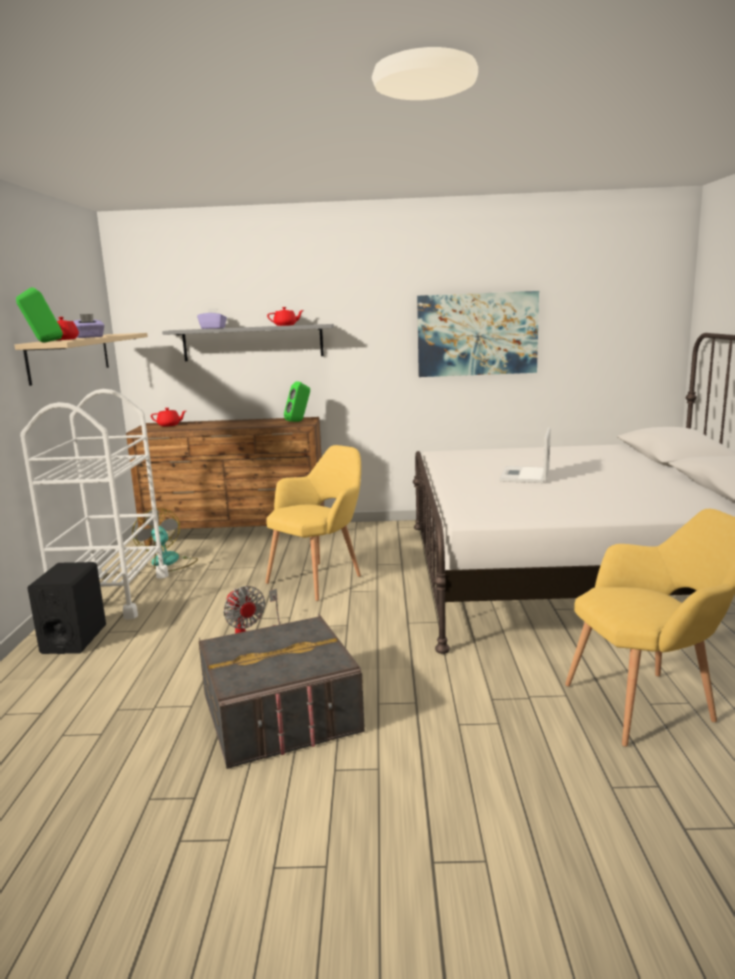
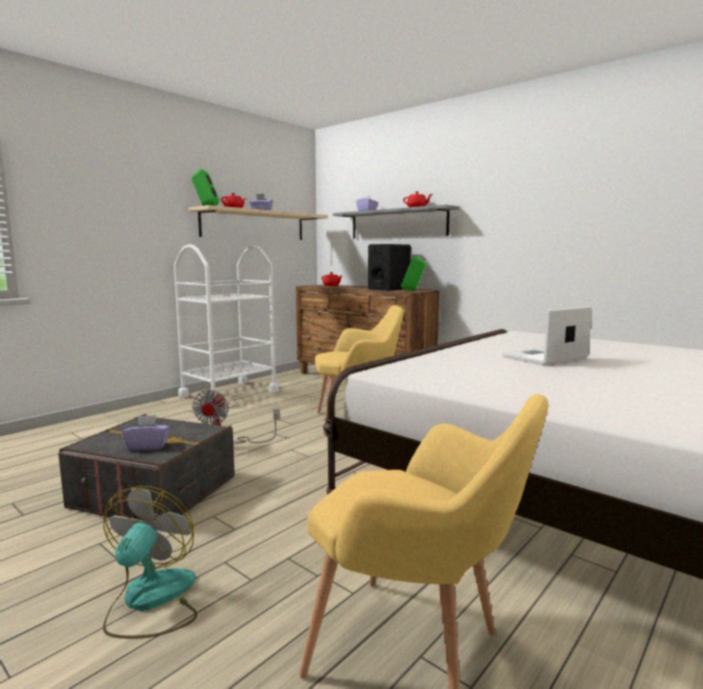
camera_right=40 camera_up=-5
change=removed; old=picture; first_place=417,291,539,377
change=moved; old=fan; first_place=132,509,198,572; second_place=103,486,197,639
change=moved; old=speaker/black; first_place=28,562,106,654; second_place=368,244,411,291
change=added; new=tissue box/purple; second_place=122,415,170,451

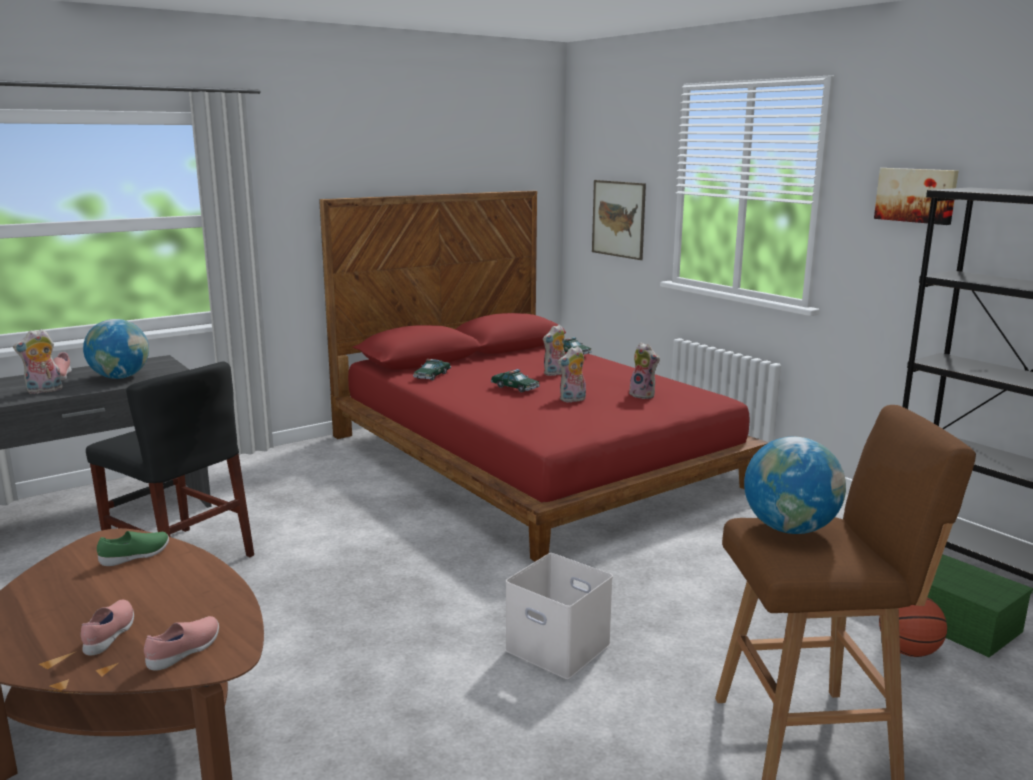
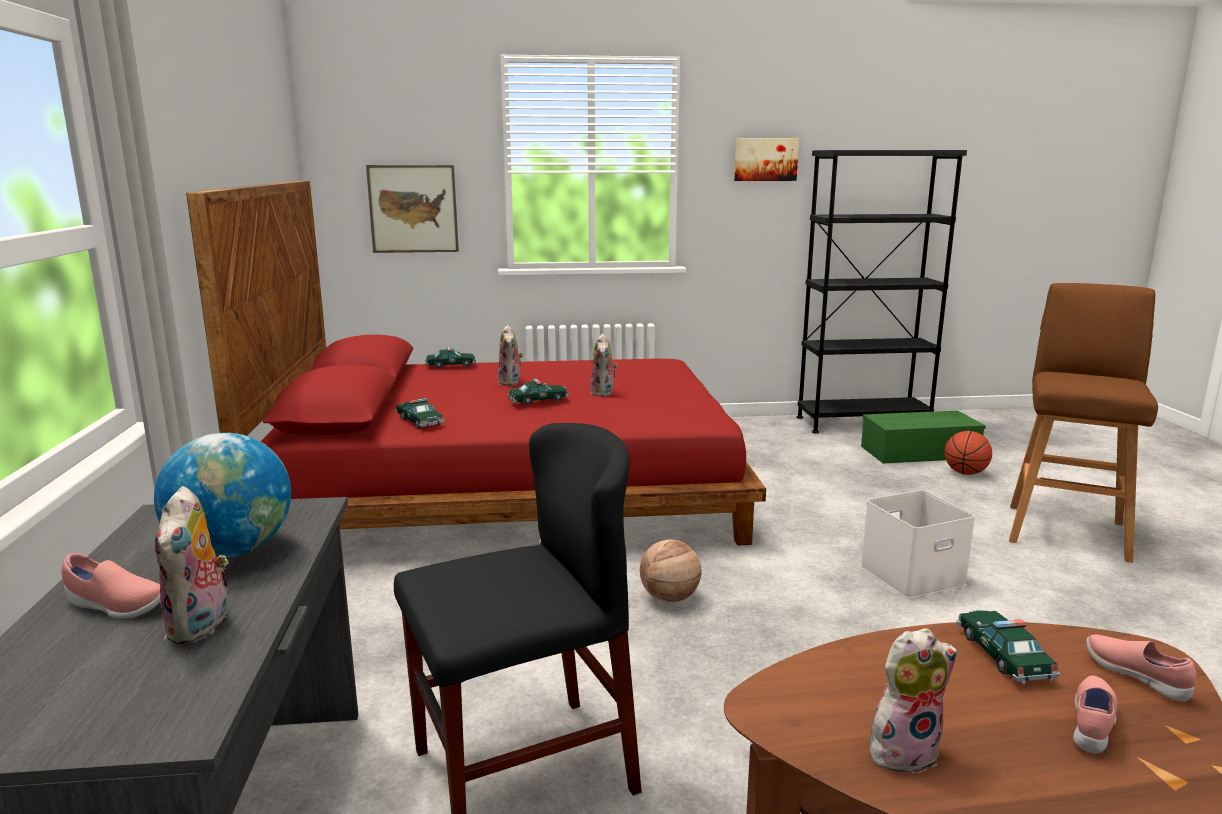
camera_right=-60 camera_up=0
change=moved; old=plush toy; first_place=629,342,660,399; second_place=870,628,958,777
change=removed; old=globe; first_place=744,437,846,534
change=removed; old=shoe/green; first_place=97,531,169,566
change=turned; old=shoe/pink; first_place=81,600,134,655; second_place=1073,675,1118,753; degrees=90
change=added; new=basketball; second_place=640,540,701,602
change=added; new=toy car; second_place=956,610,1059,684

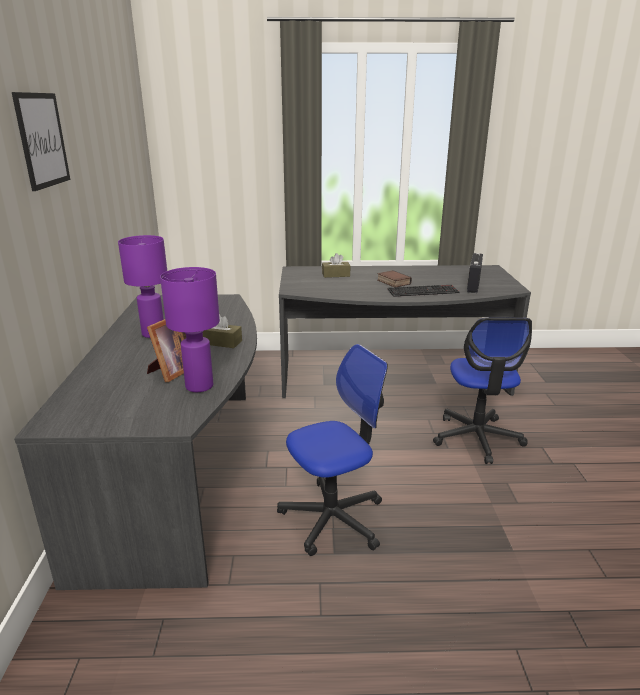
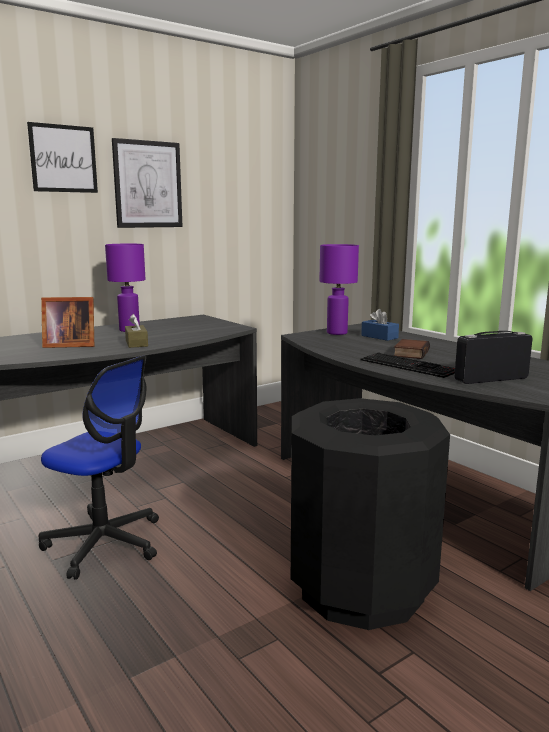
camera_right=55 camera_up=-10
change=recoloured; old=tissue box/brown; new=tissue box/blue; first_place=322,253,350,278; second_place=361,309,399,341
change=moved; old=table lamp/purple; first_place=160,267,220,392; second_place=319,244,359,335
change=replaced; old=office chair; new=trash can/black; first_place=433,318,532,464; second_place=291,398,450,630
change=added; new=picture; second_place=112,138,183,228

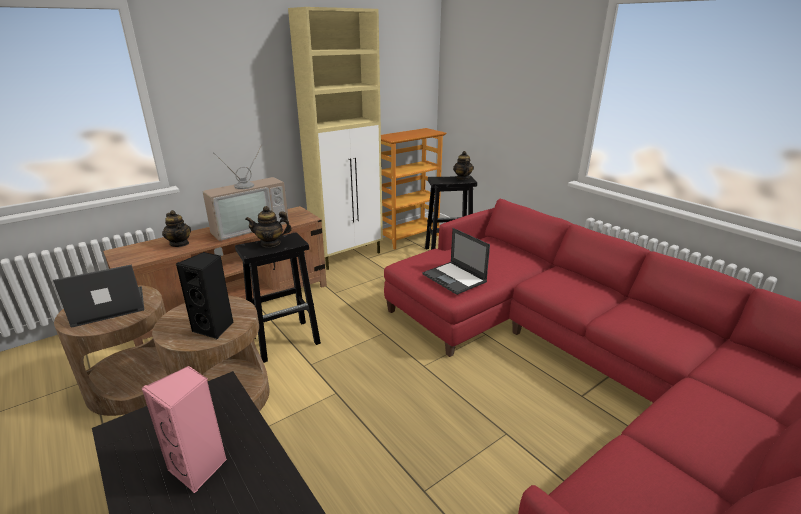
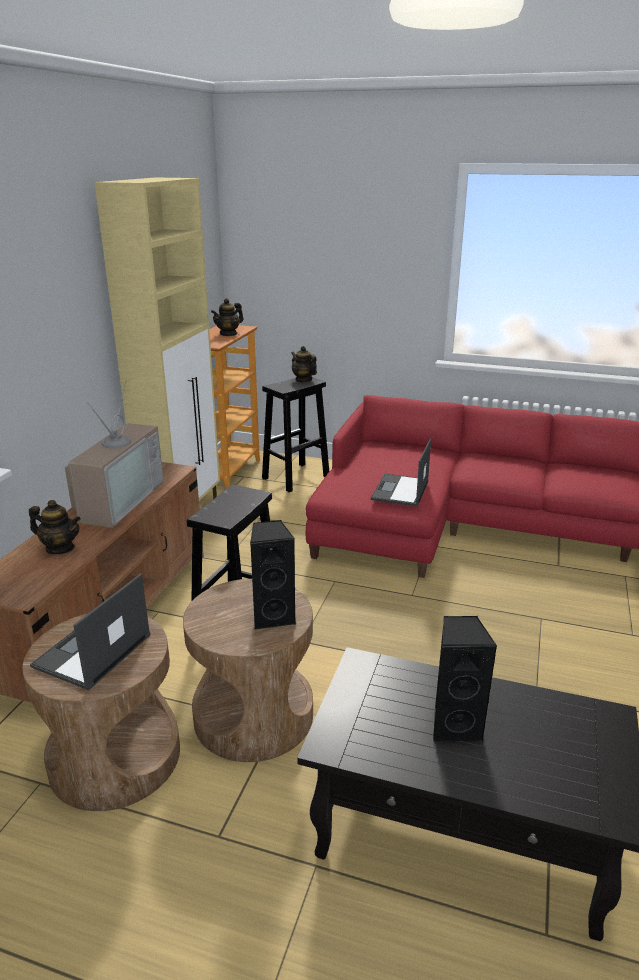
camera_right=-35 camera_up=0
change=moved; old=teapot; first_place=245,206,292,247; second_place=211,298,244,336
change=turned; old=laptop; first_place=423,228,490,295; second_place=371,438,431,507; degrees=90
change=recoloured; old=speaker/pink; new=speaker/black; first_place=141,366,227,493; second_place=433,616,497,742

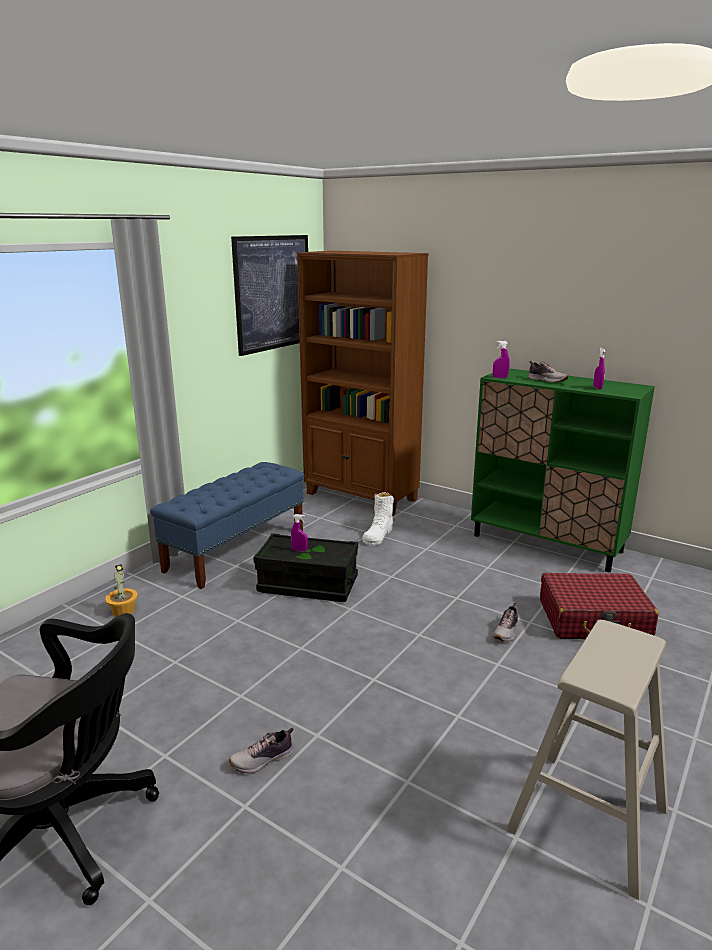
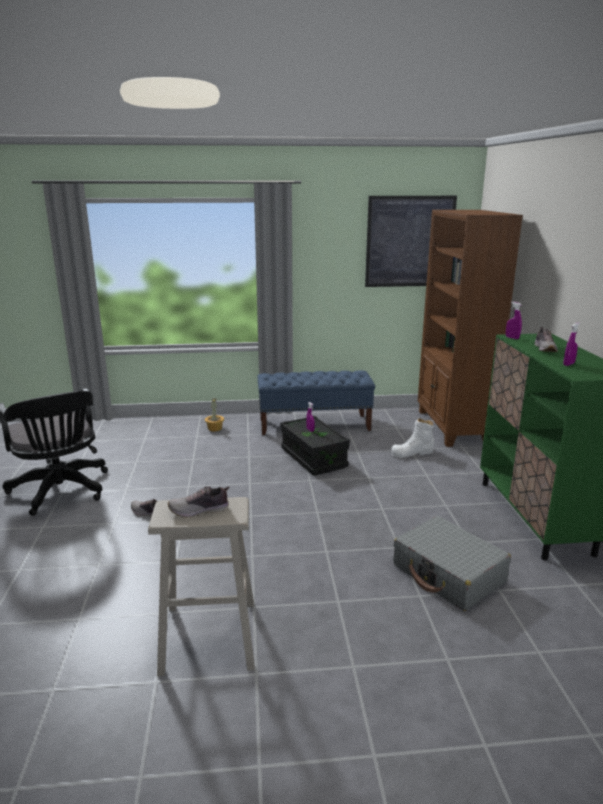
camera_right=50 camera_up=0
change=recoloured; old=suitcase/red; new=suitcase/grey; first_place=540,573,659,639; second_place=393,516,511,611
change=moved; old=shoe; first_place=492,603,518,642; second_place=168,486,229,518

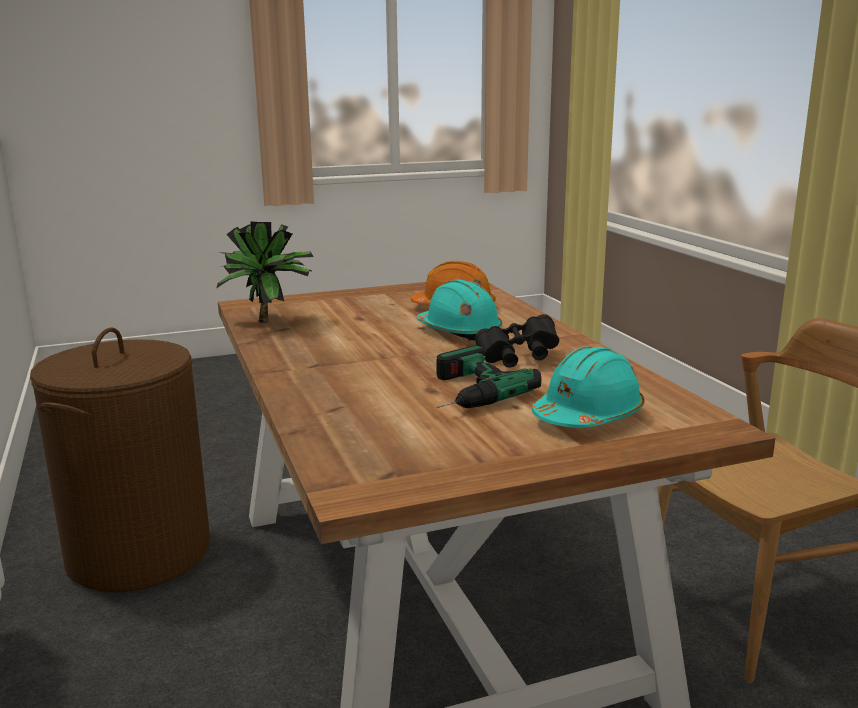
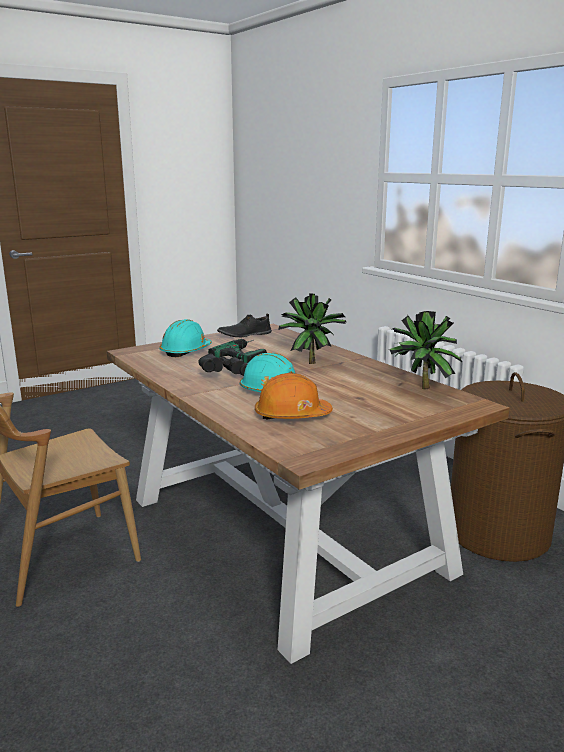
camera_right=165 camera_up=0
change=added; new=potted plant; second_place=278,293,346,364
change=added; new=shoe/black; second_place=217,314,272,337

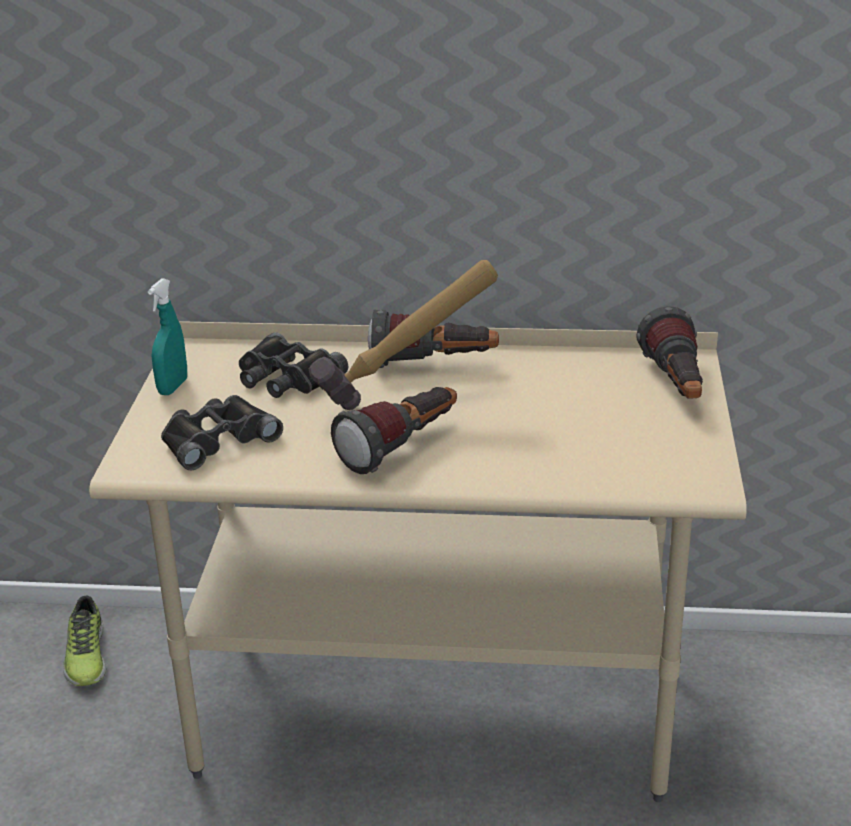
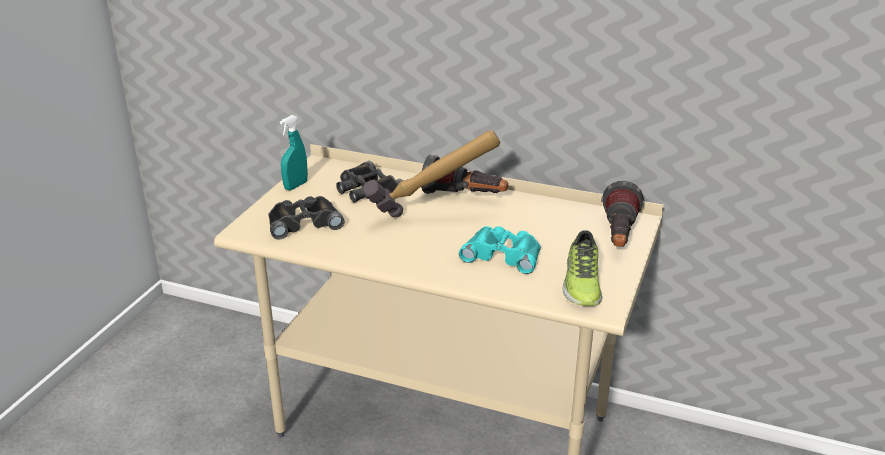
camera_right=15 camera_up=0
change=removed; old=flashlight; first_place=331,387,457,474
change=moved; old=shoe; first_place=63,595,106,686; second_place=562,230,602,306
change=added; new=binoculars/turquoise; second_place=459,226,541,274

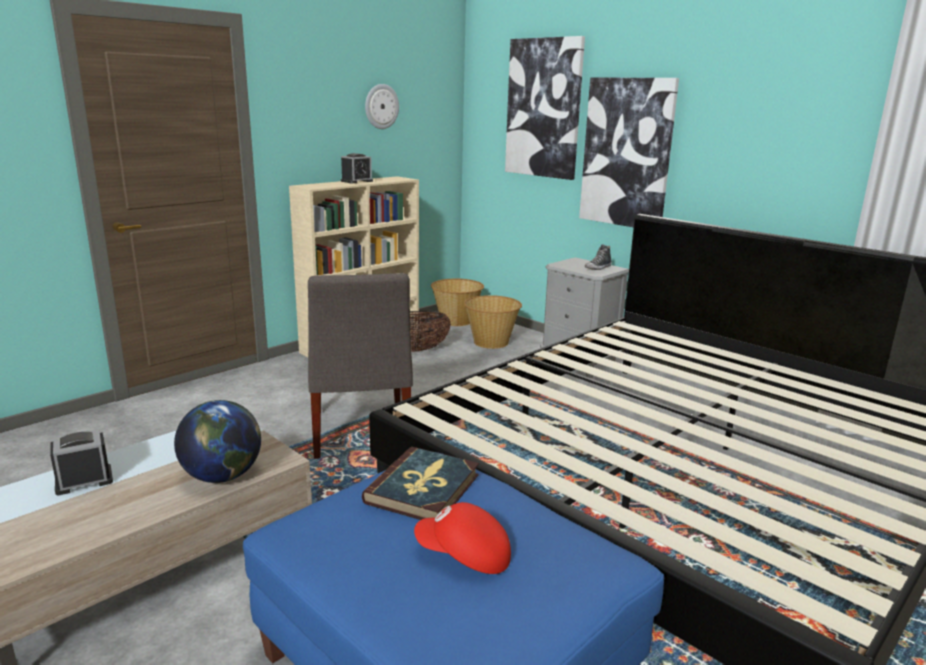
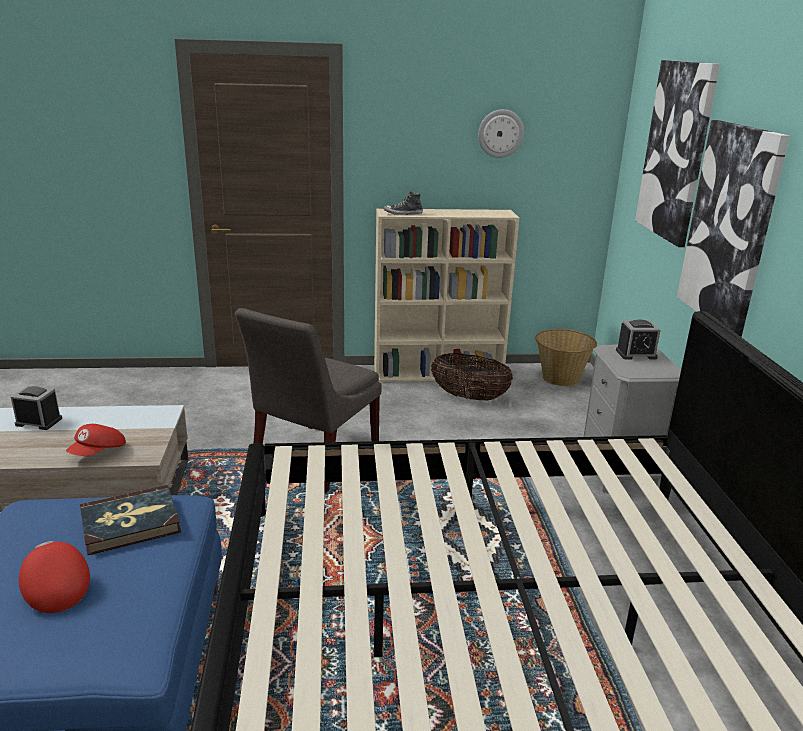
camera_right=40 camera_up=5
change=moved; old=alarm clock; first_place=341,153,373,183; second_place=616,320,660,359
change=moved; old=shoe; first_place=585,244,612,270; second_place=384,190,423,215
change=removed; old=basket; first_place=464,295,522,349
change=replaced; old=globe; new=cap/red; first_place=174,400,261,483; second_place=66,424,126,456

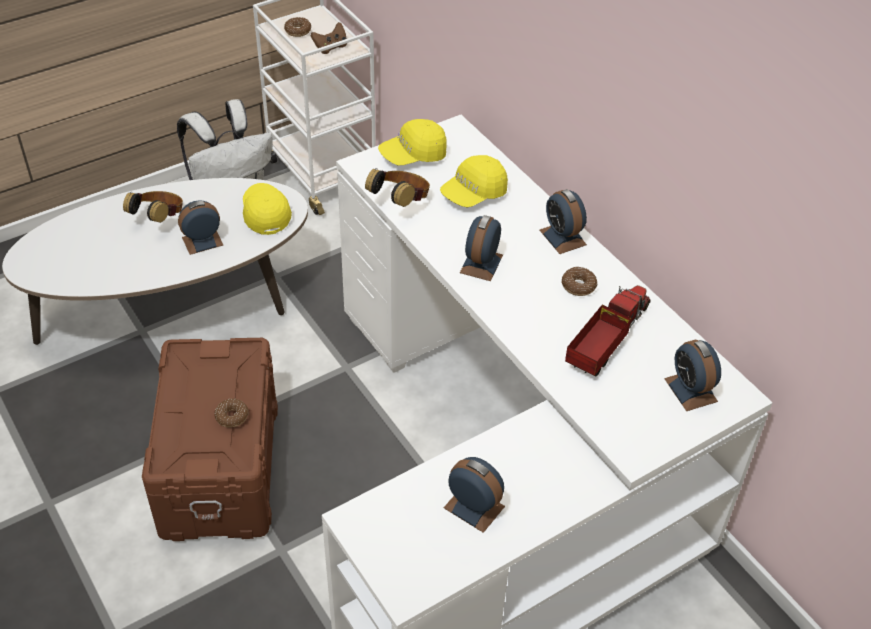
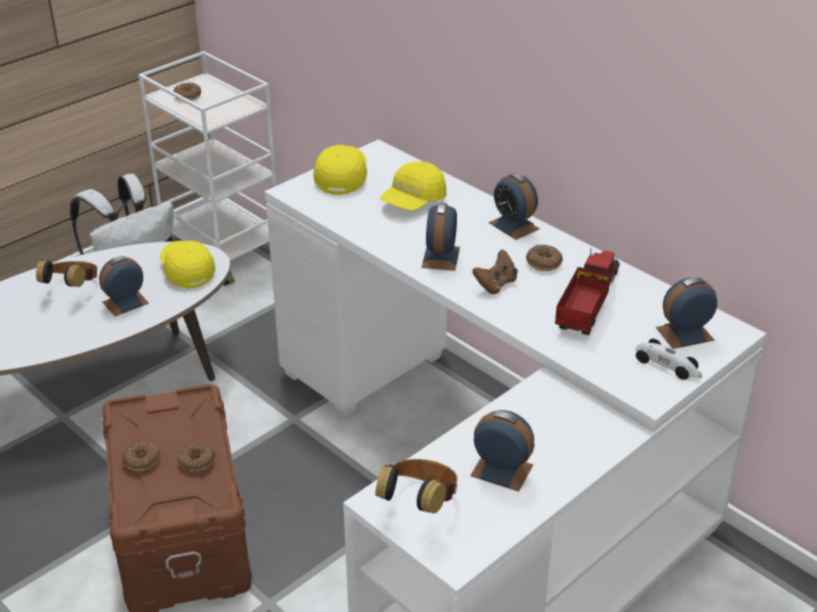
camera_right=-10 camera_up=-10
change=moved; old=game controller/brown; first_place=311,22,347,54; second_place=472,249,518,294
change=turned; old=cap/yellow; first_place=378,119,447,165; second_place=313,145,367,195; degrees=135
change=moved; old=headphones; first_place=365,168,430,207; second_place=375,459,458,514
change=turned; old=alarm clock; first_place=664,340,721,411; second_place=656,278,717,349; degrees=105
change=added; new=toy car; second_place=635,339,702,380
change=added; new=donut; second_place=122,442,160,471

